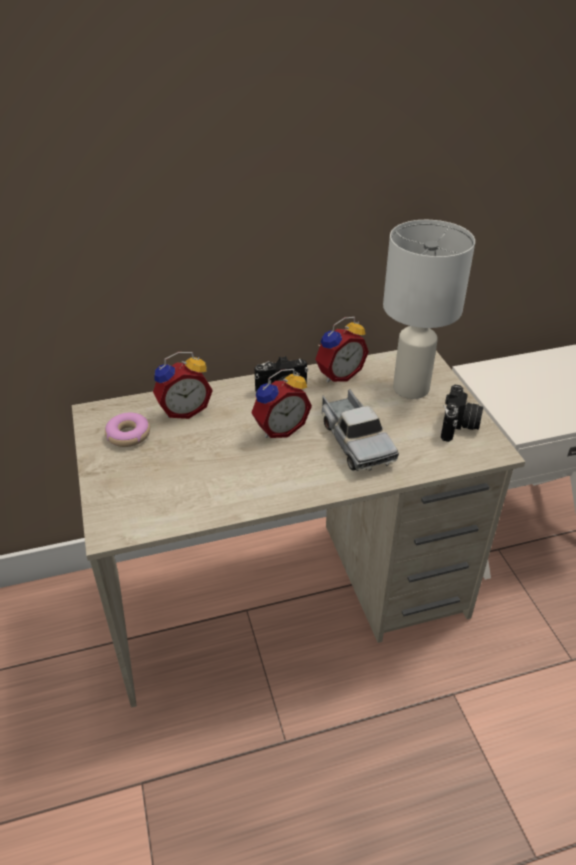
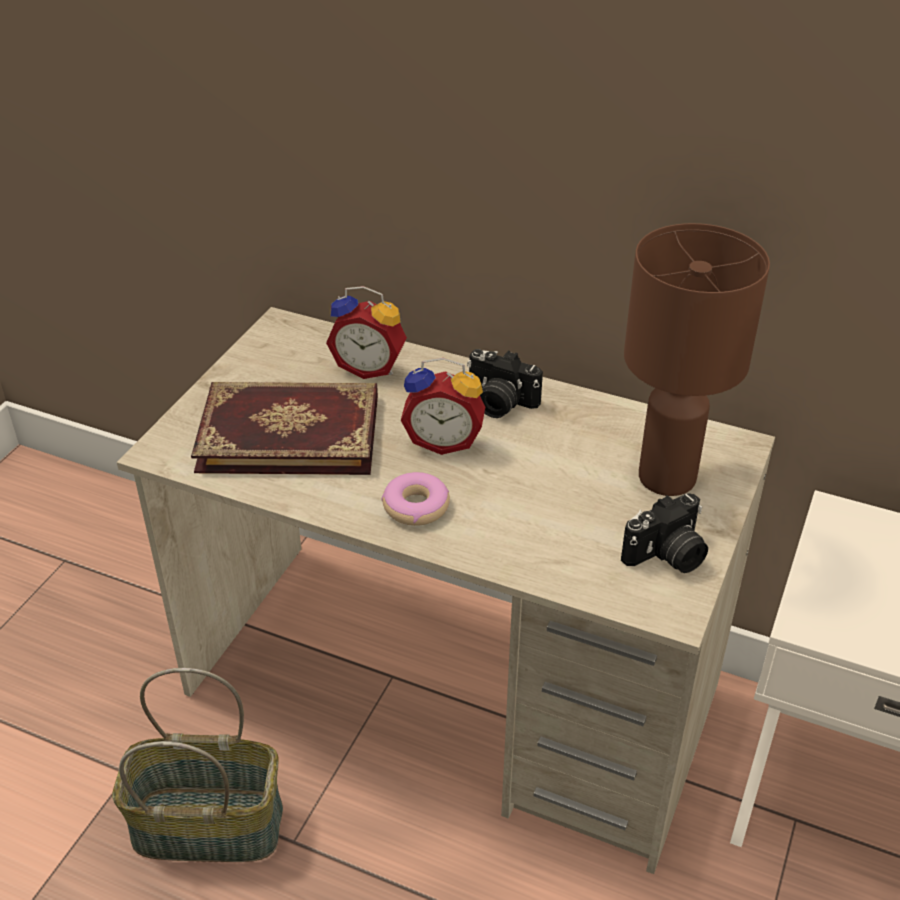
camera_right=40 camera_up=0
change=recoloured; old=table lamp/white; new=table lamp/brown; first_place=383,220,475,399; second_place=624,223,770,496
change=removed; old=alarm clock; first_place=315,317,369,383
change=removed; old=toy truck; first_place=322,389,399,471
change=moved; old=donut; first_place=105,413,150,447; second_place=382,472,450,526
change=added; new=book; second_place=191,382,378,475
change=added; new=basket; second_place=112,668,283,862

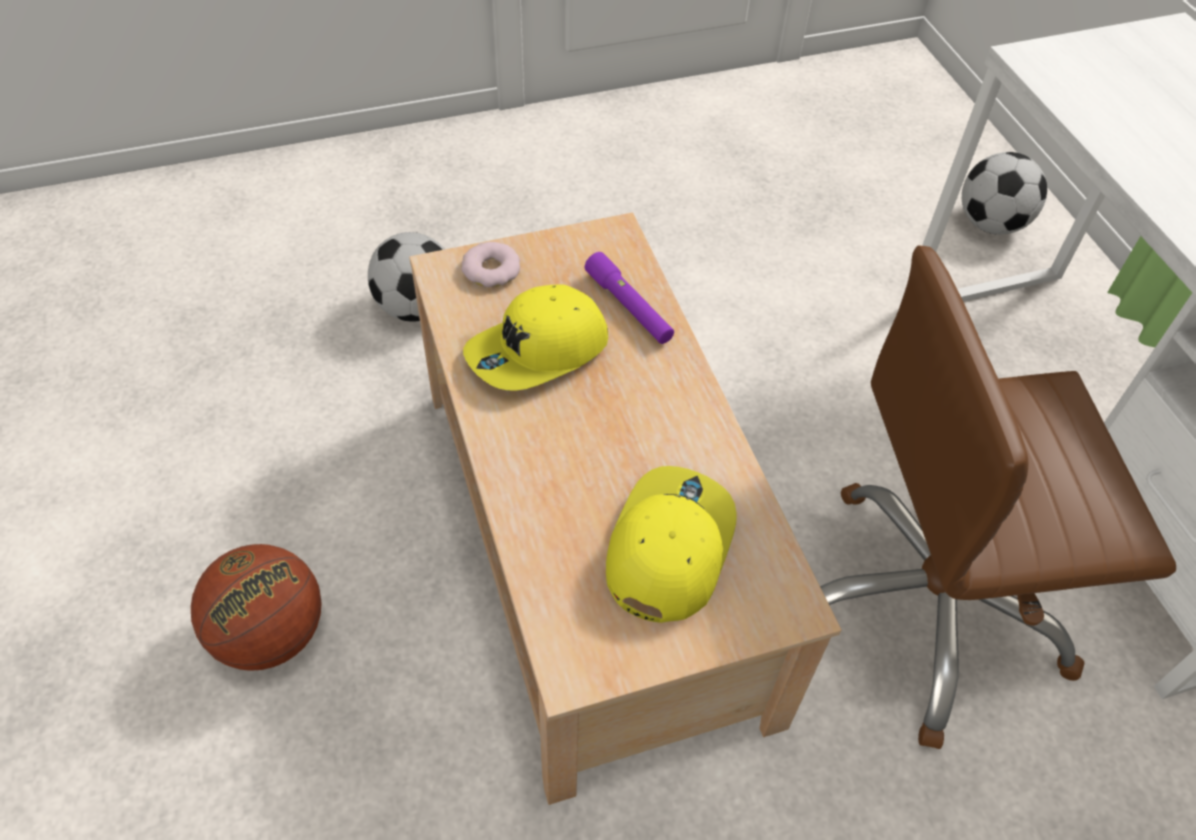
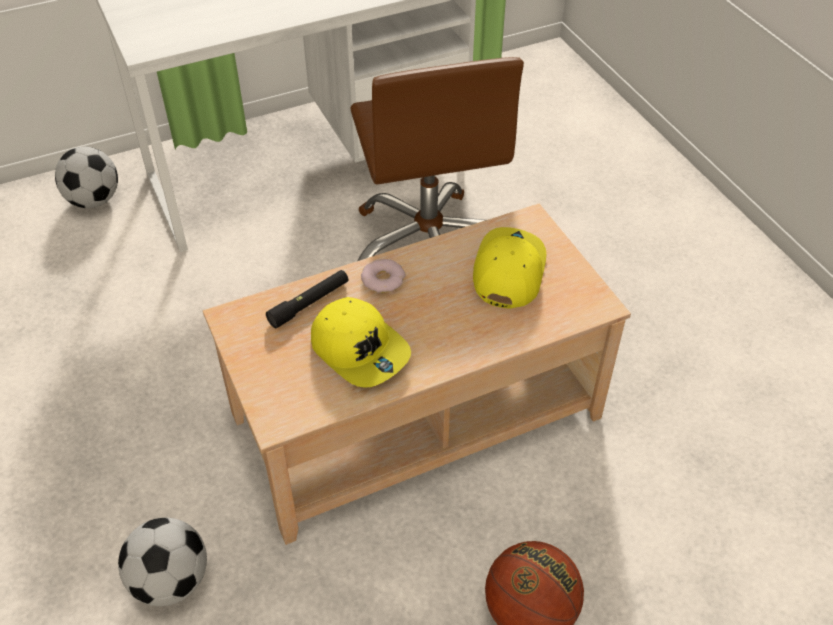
camera_right=-95 camera_up=-5
change=moved; old=donut; first_place=462,242,520,287; second_place=361,259,406,293
change=recoloured; old=flashlight/purple; new=flashlight/black; first_place=585,252,674,344; second_place=266,270,348,328
change=turned; old=cap/yellow; first_place=606,466,737,623; second_place=473,227,546,308; degrees=90

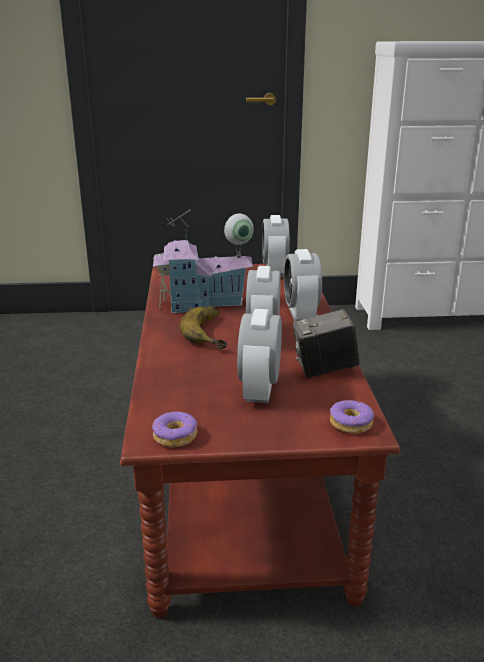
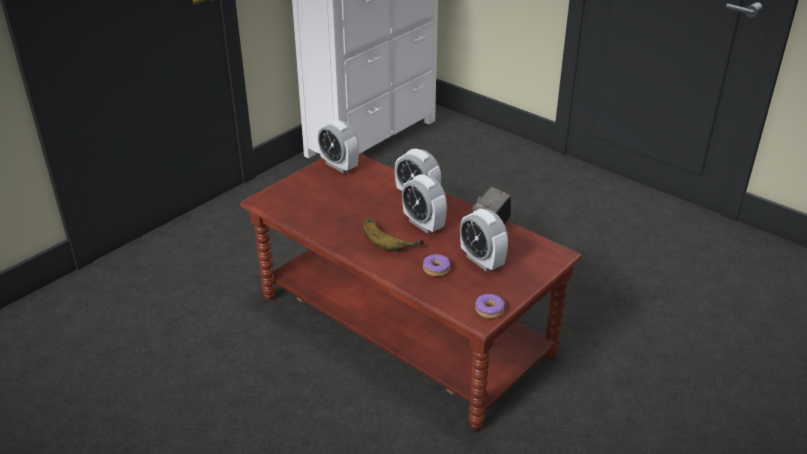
camera_right=-45 camera_up=10
change=removed; old=toy house; first_place=153,210,254,313
change=moved; old=donut; first_place=330,400,374,434; second_place=423,254,450,276

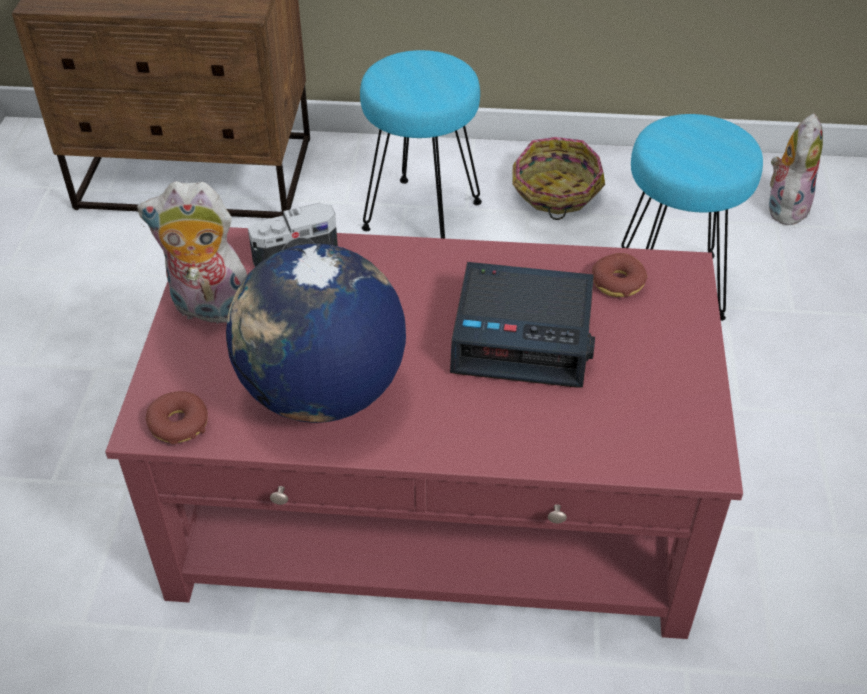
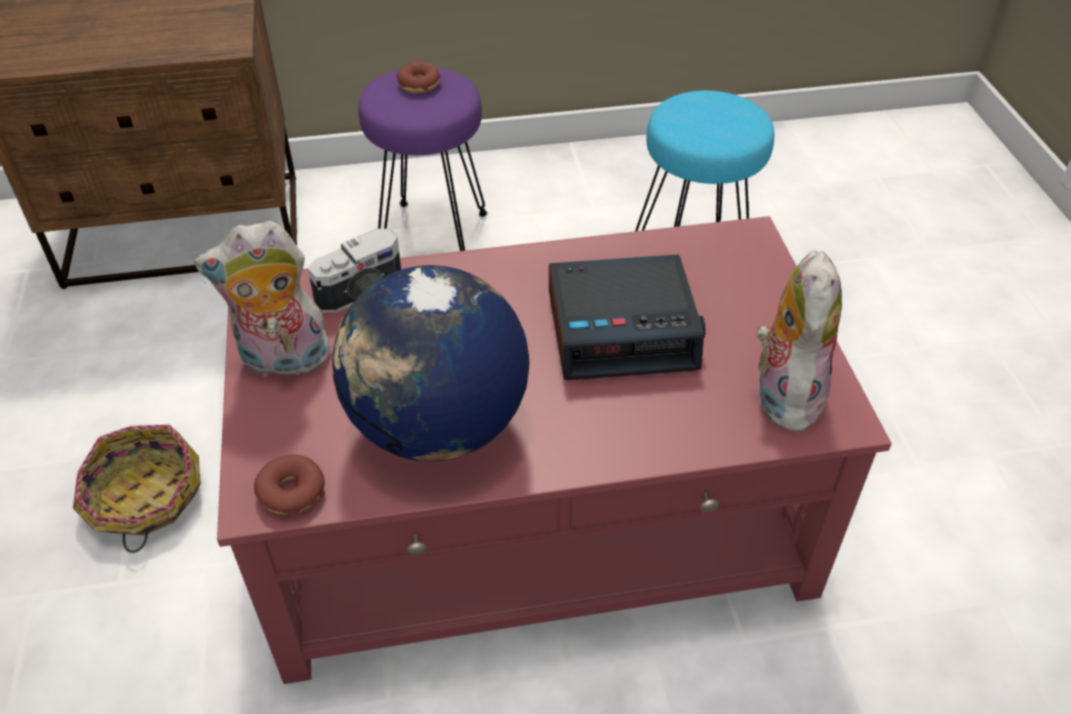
camera_right=-15 camera_up=0
change=recoloured; old=stool/turquoise; new=stool/purple; first_place=360,50,482,239; second_place=358,67,487,251
change=moved; old=plush toy; first_place=769,113,823,226; second_place=754,250,842,432
change=moved; old=basket; first_place=513,137,605,220; second_place=73,425,201,553
change=moved; old=donut; first_place=592,253,647,297; second_place=397,61,441,93

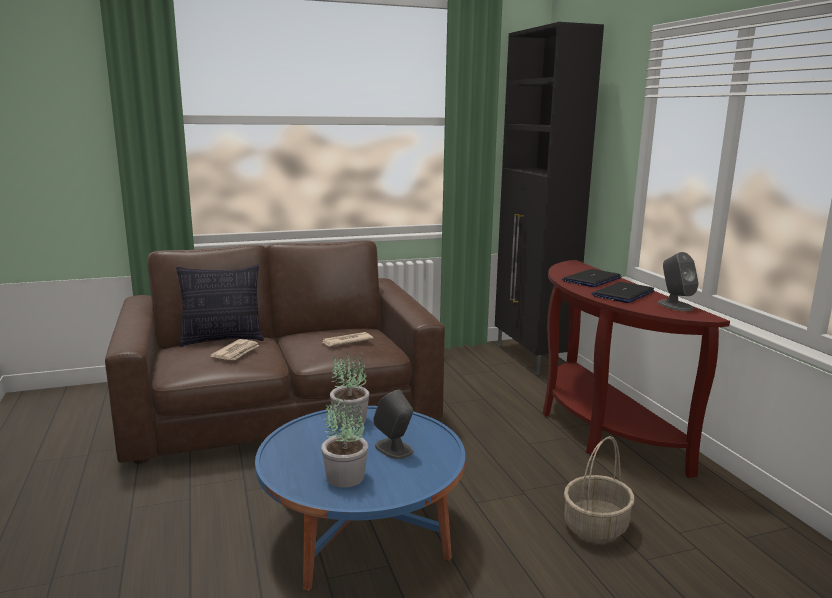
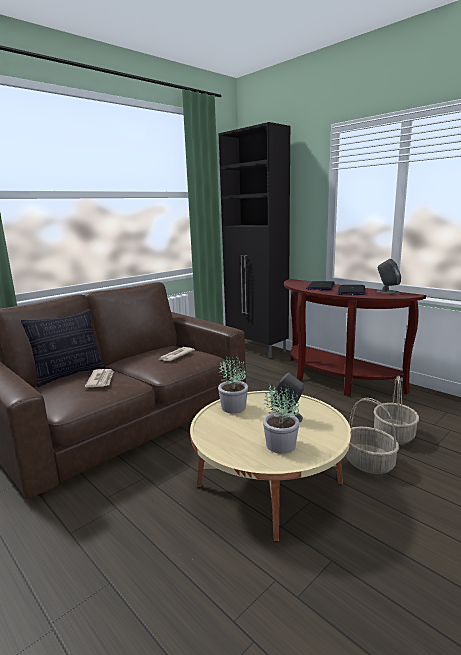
camera_right=-25 camera_up=0
change=recoloured; old=coffee table/blue; new=coffee table/beige; first_place=255,406,465,591; second_place=190,391,351,542
change=added; new=basket; second_place=346,398,399,474

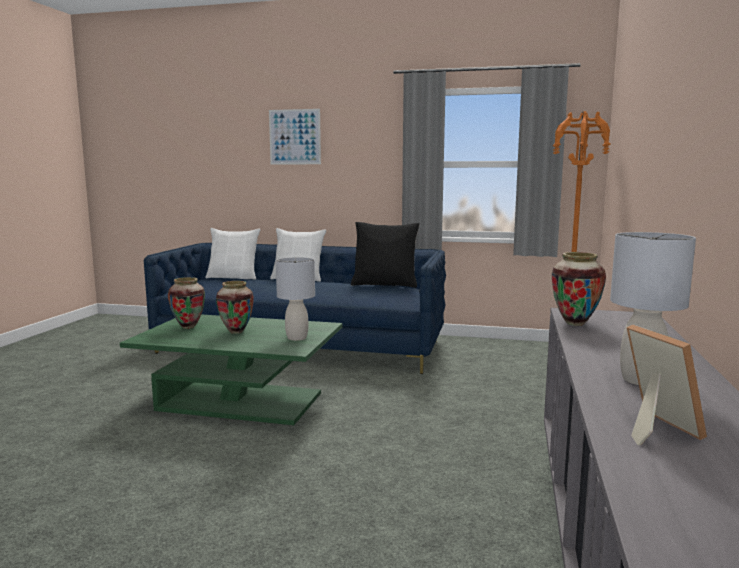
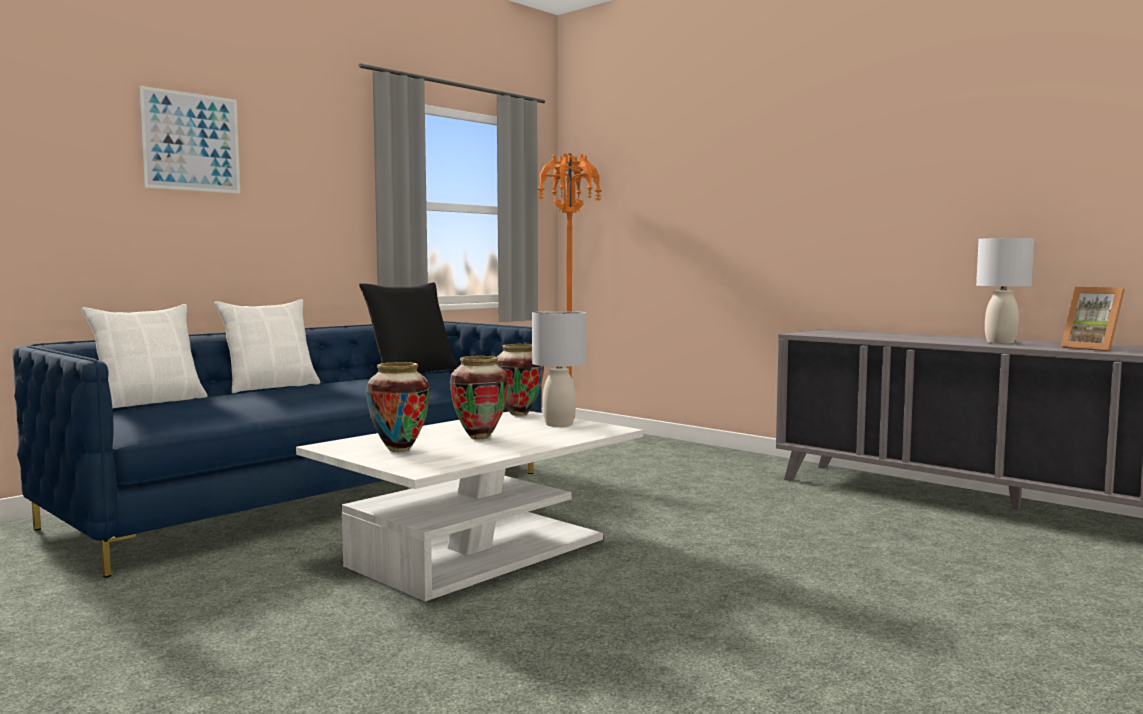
camera_right=-60 camera_up=-5
change=moved; old=vase; first_place=552,252,606,326; second_place=497,344,544,416
change=recoloured; old=coffee table/green; new=coffee table/white; first_place=120,314,342,425; second_place=296,411,643,602
change=turned; old=picture frame; first_place=627,325,707,445; second_place=1061,287,1125,351; degrees=-135

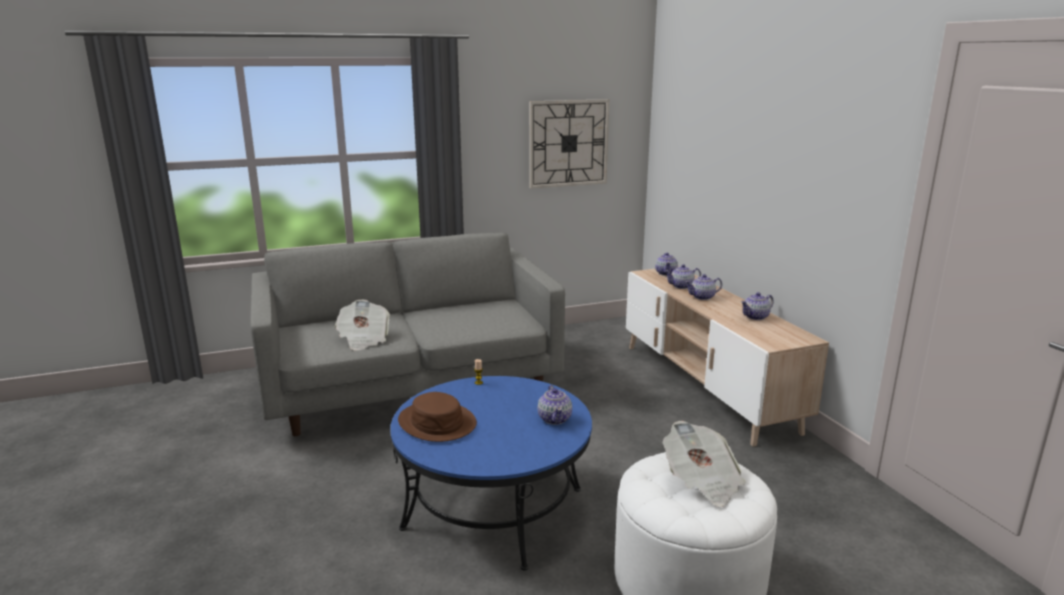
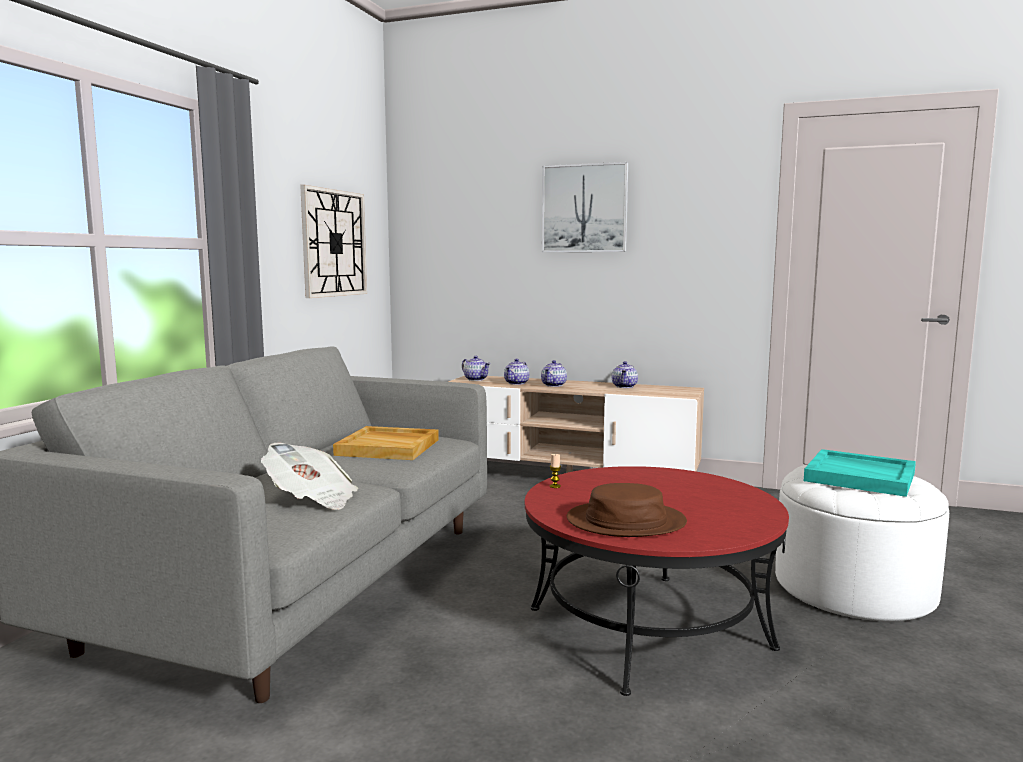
camera_right=-50 camera_up=-10
change=recoloured; old=coffee table/blue; new=coffee table/red; first_place=390,376,592,570; second_place=525,466,789,696
change=removed; old=teapot; first_place=538,385,572,425
change=replaced; old=newspaper; new=tray/turquoise; first_place=663,421,746,507; second_place=804,449,916,497
change=added; new=picture; second_place=542,162,628,252
change=added; new=tray/beige; second_place=333,426,439,460

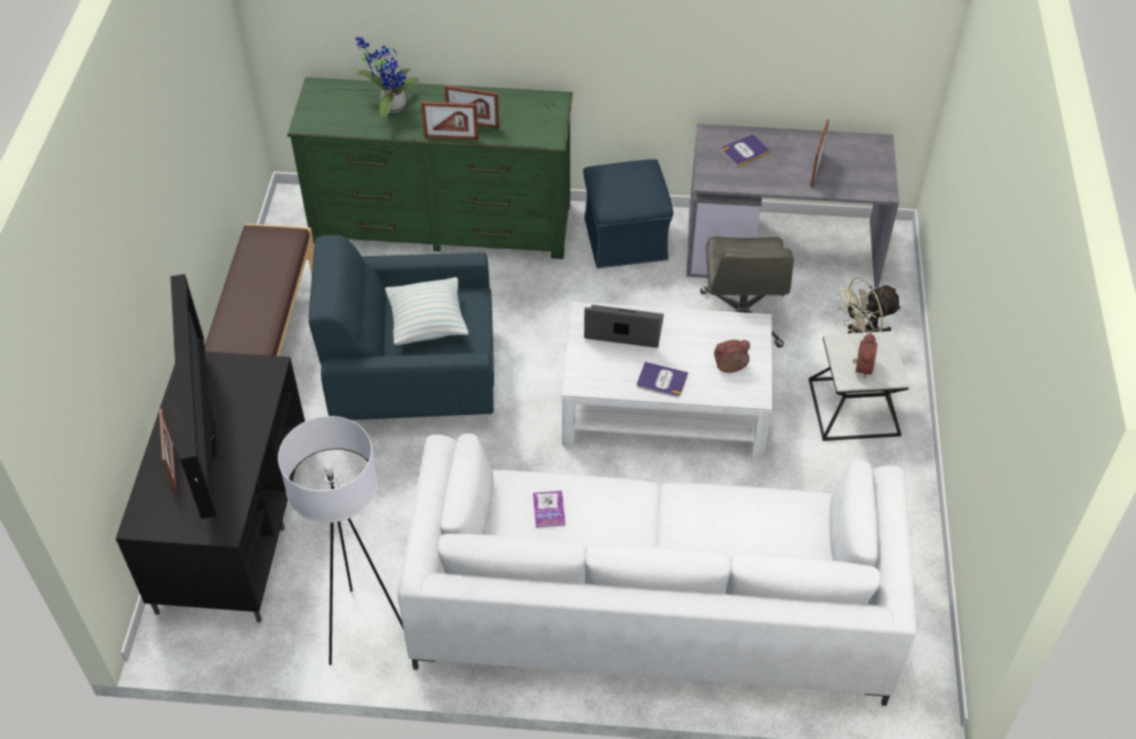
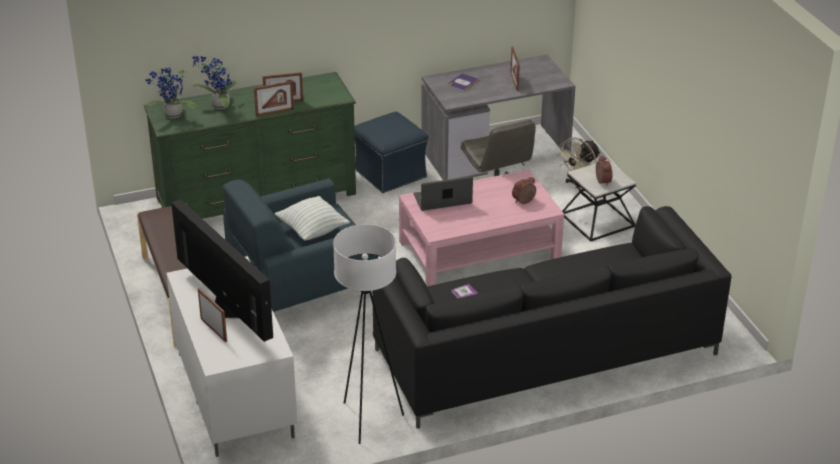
camera_right=-25 camera_up=-15
change=recoloured; old=coffee table/white; new=coffee table/pink; first_place=562,302,772,459; second_place=399,169,564,286
change=recoloured; old=tv stand/black; new=tv stand/white; first_place=116,351,305,622; second_place=166,256,297,457
change=removed; old=book; first_place=637,362,688,397
change=recoloured; old=sofa/white; new=sofa/black; first_place=397,433,917,706; second_place=372,206,732,429
change=added; new=potted plant; second_place=145,67,198,118

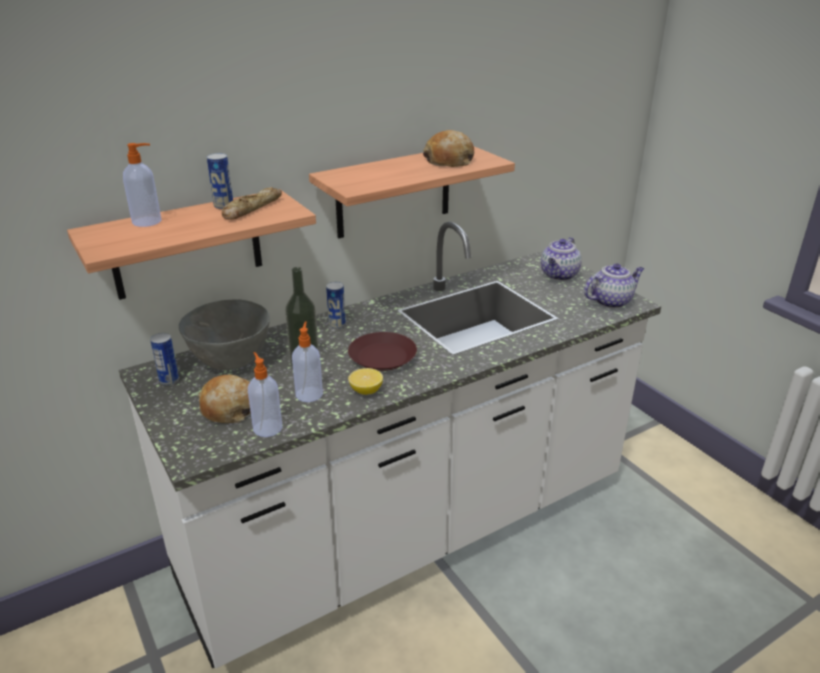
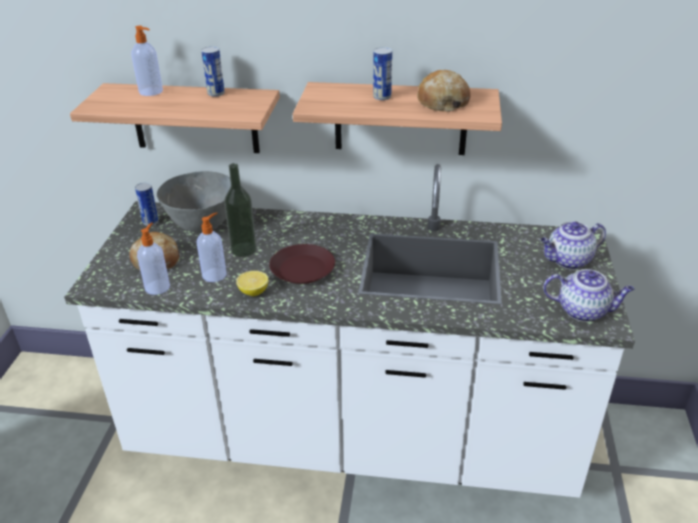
camera_right=40 camera_up=5
change=removed; old=bread; first_place=222,187,282,220
change=moved; old=can; first_place=326,282,346,329; second_place=373,47,392,100

